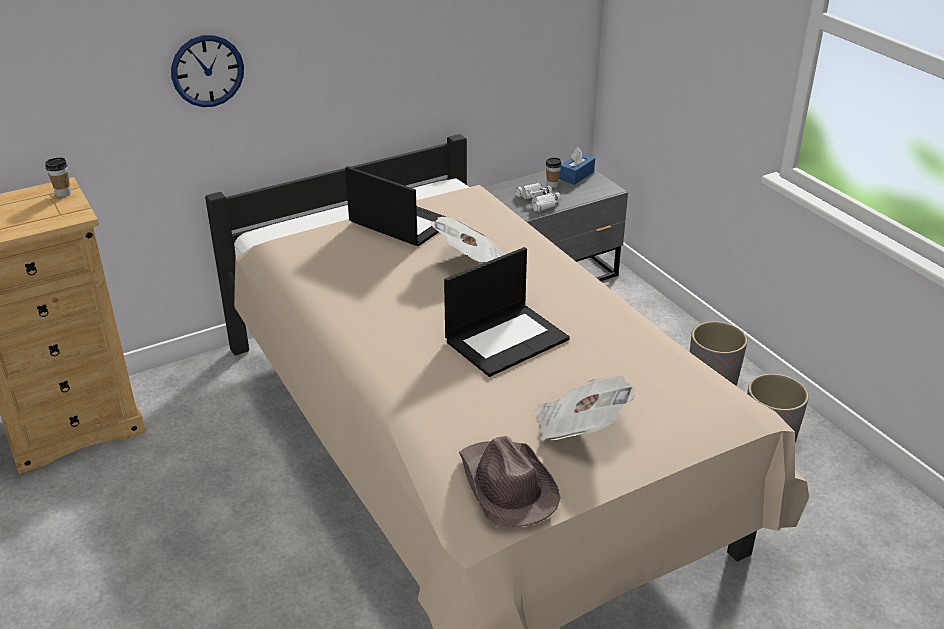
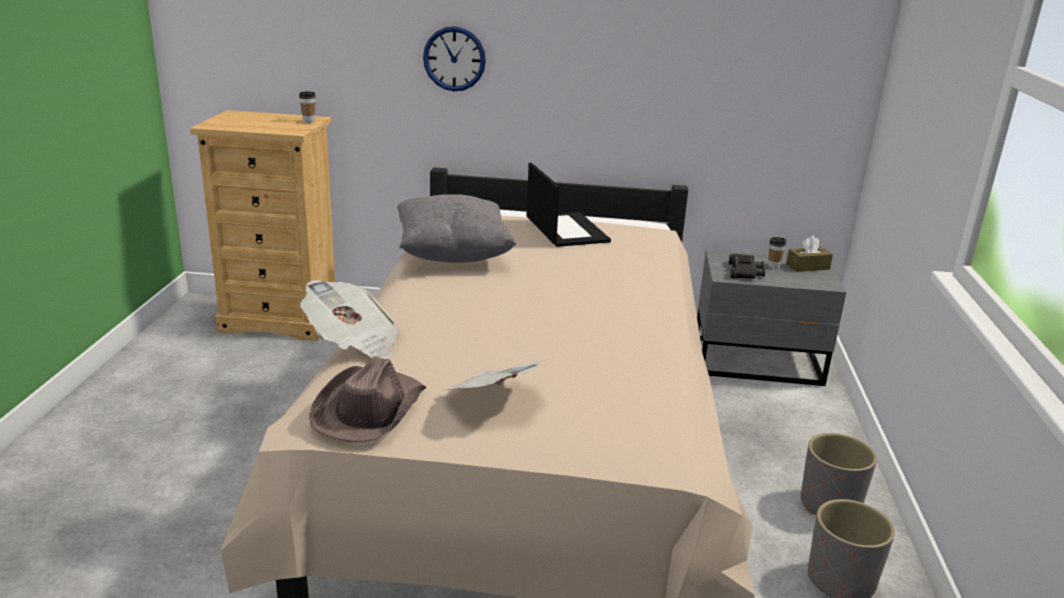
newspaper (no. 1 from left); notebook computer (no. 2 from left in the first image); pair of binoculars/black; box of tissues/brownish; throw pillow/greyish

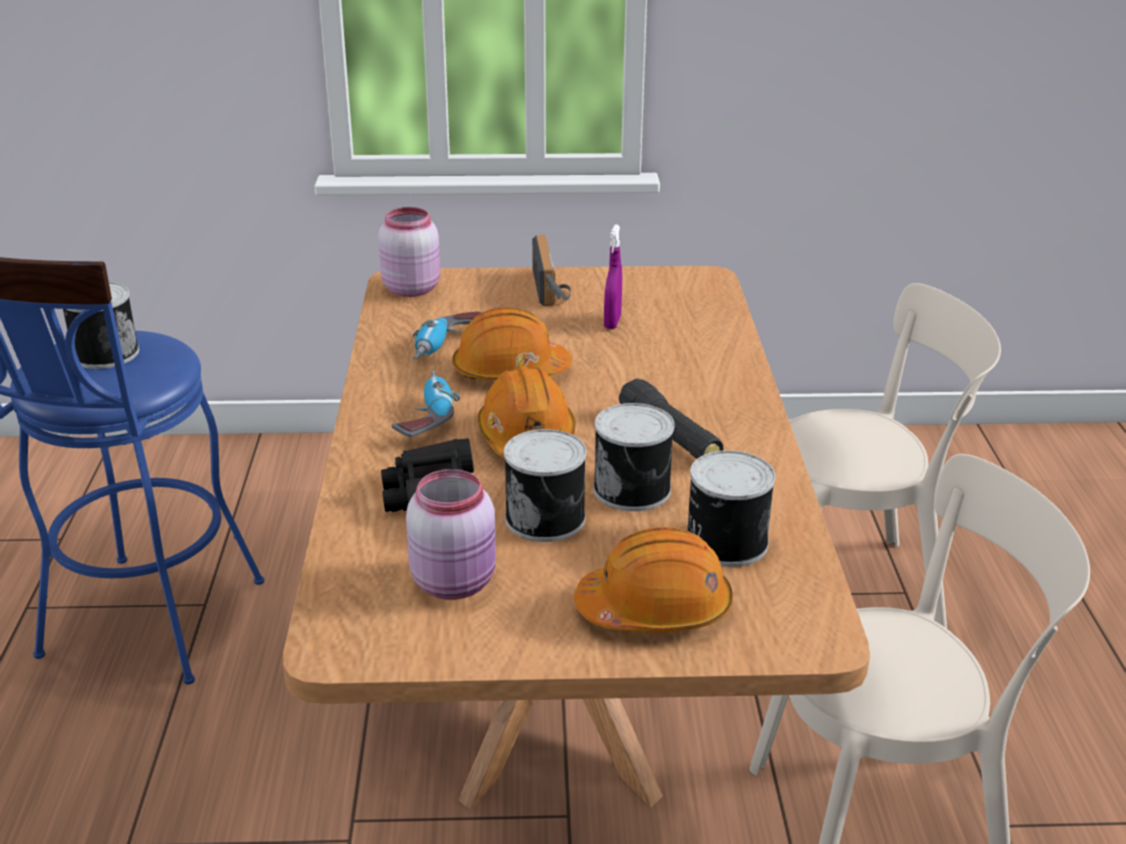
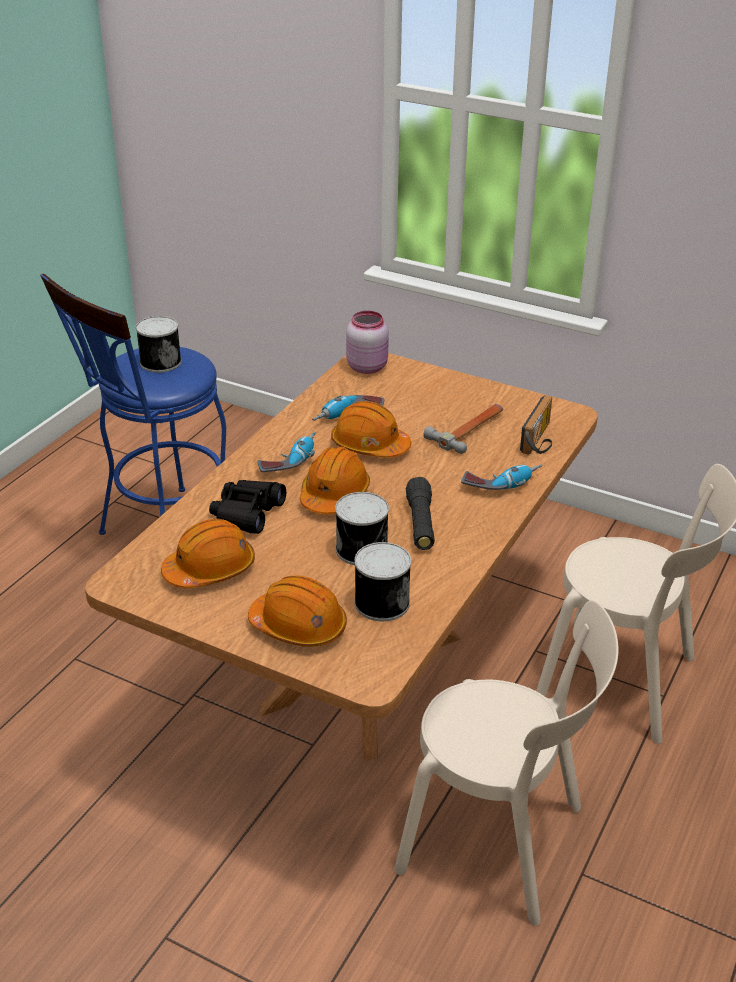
safety helmet/orange-coloured (no. 1 from left); can (no. 2 from left in the first image); radio receiver; tool hammer; electric drill (no. 3 from left)

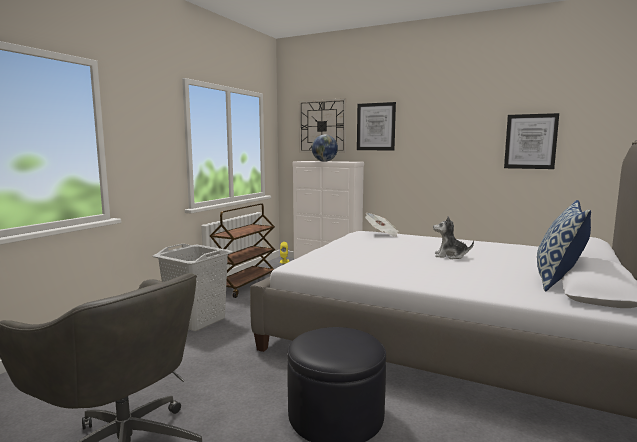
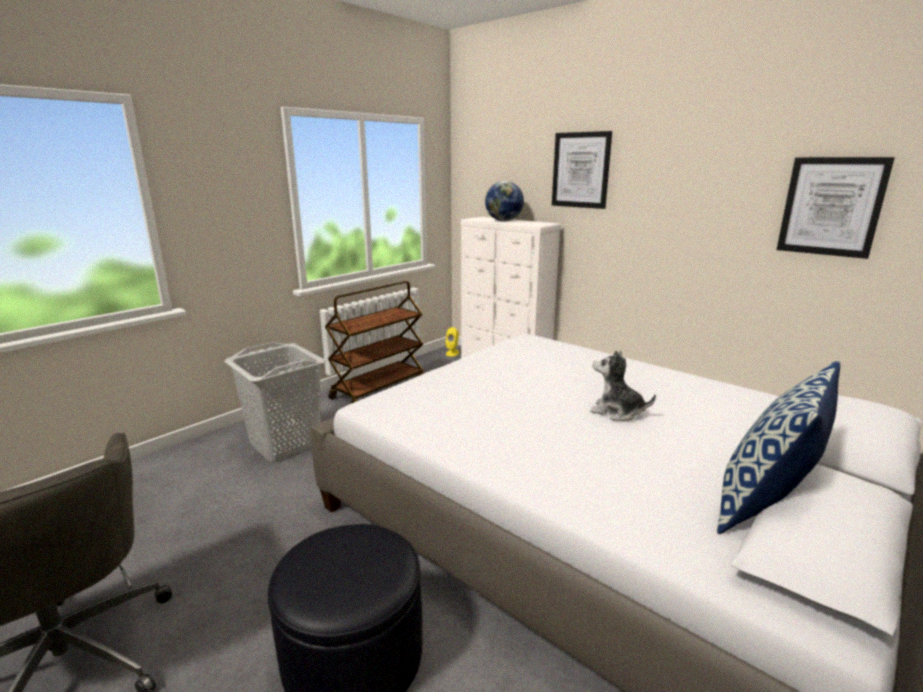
clock on the wall; newspaper

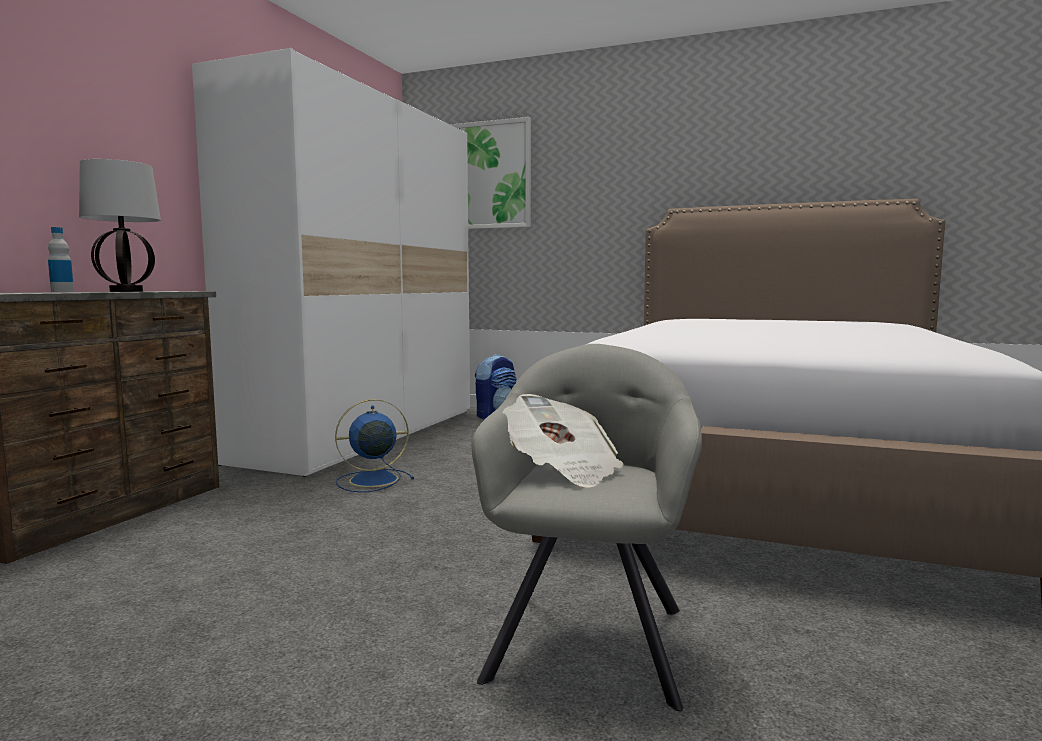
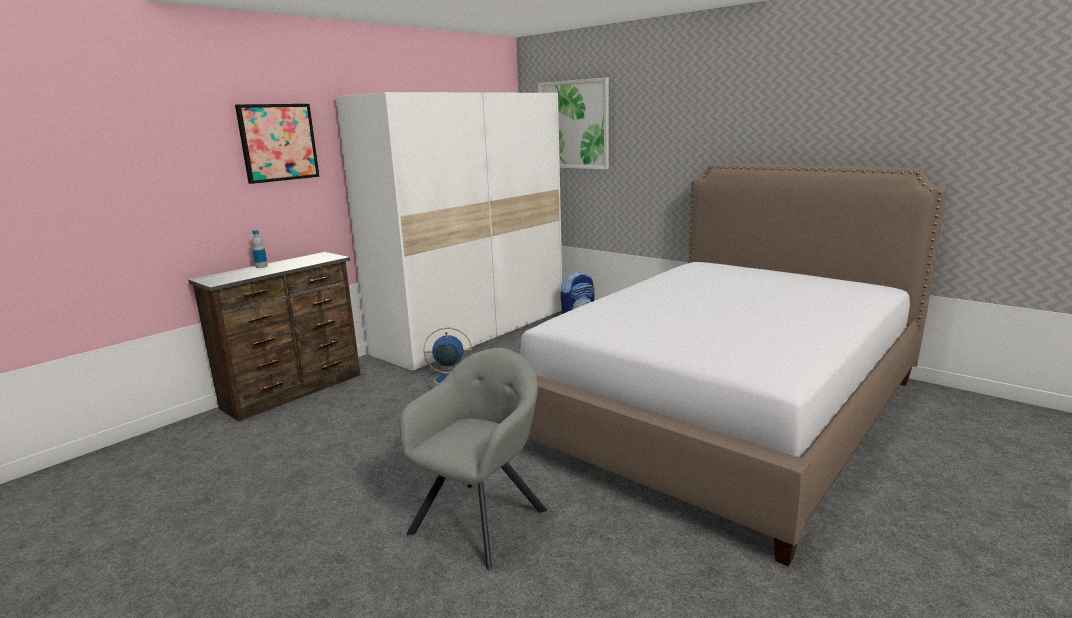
table lamp; newspaper; picture (no. 1 from left)

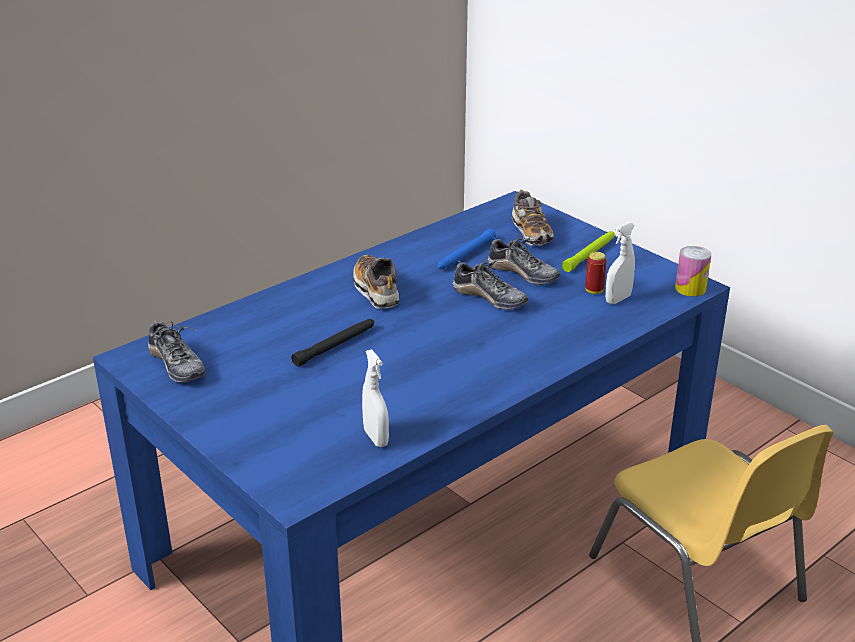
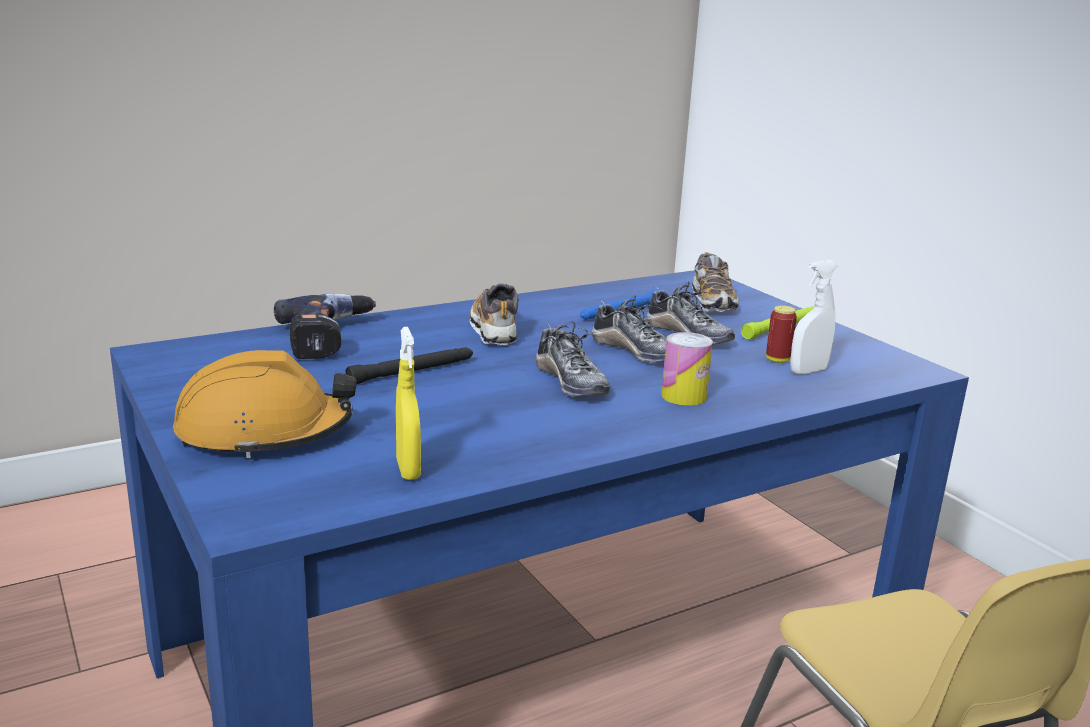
low shoe (no. 2 from left); hand sprayer/yellow-coloured; can (no. 1 from left); safety helmet/orange-coloured; electric drill

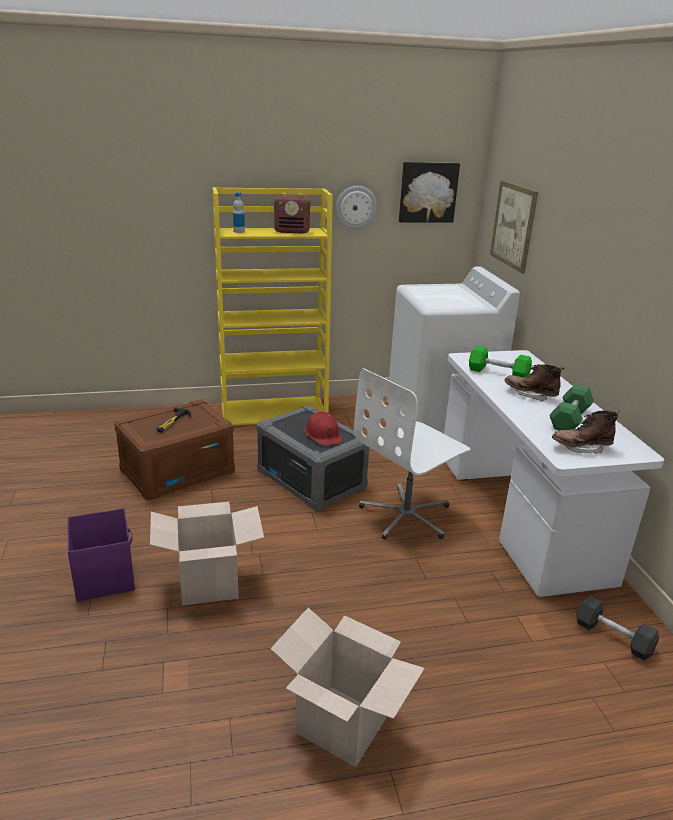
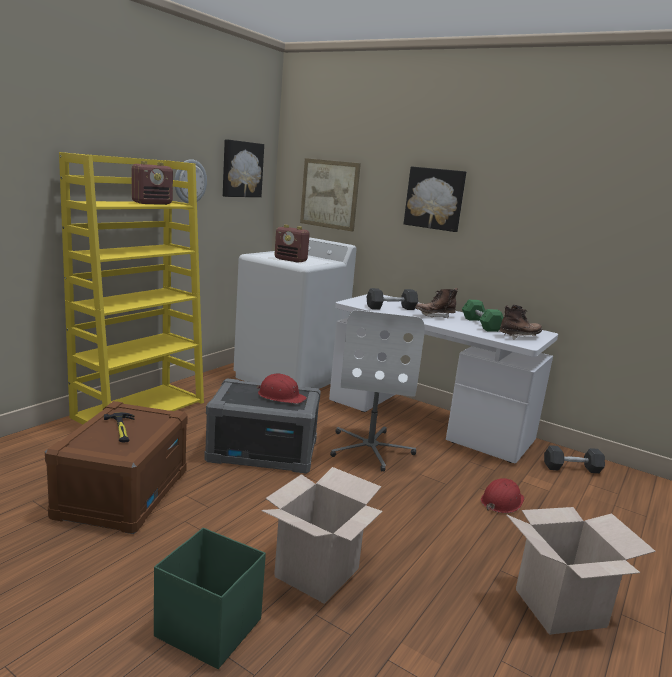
storage box/green-coloured; bottle; dumbbell/greyish (no. 1 from left); tall boot/brownish (no. 2 from left); radio receiver (no. 2 from left); picture (no. 3 from left); safety helmet/red-coloured (no. 2 from left)

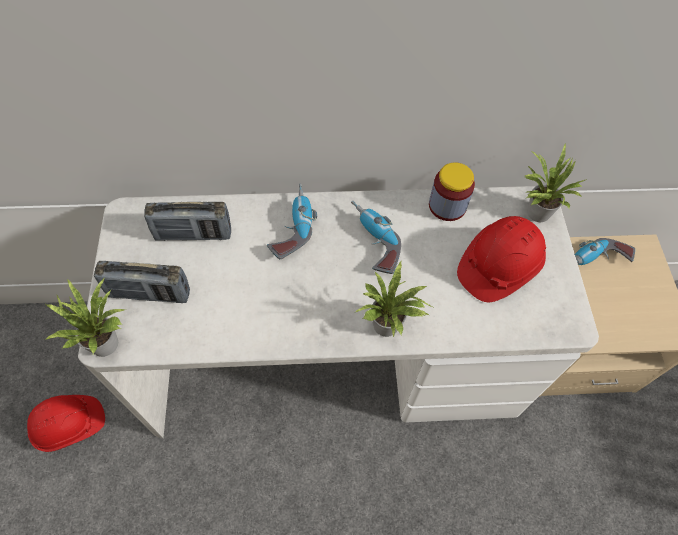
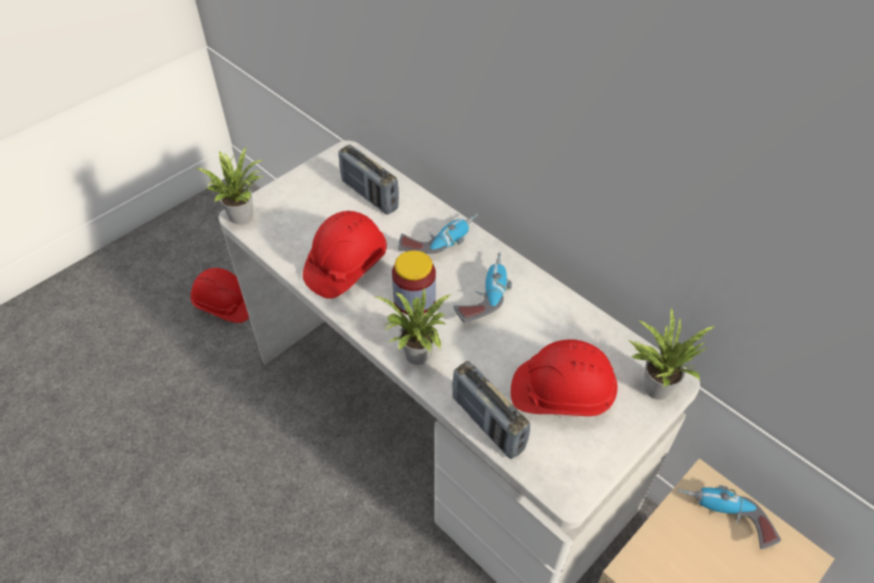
radio receiver (no. 2 from left); storage jar; safety helmet/red-coloured (no. 2 from left)

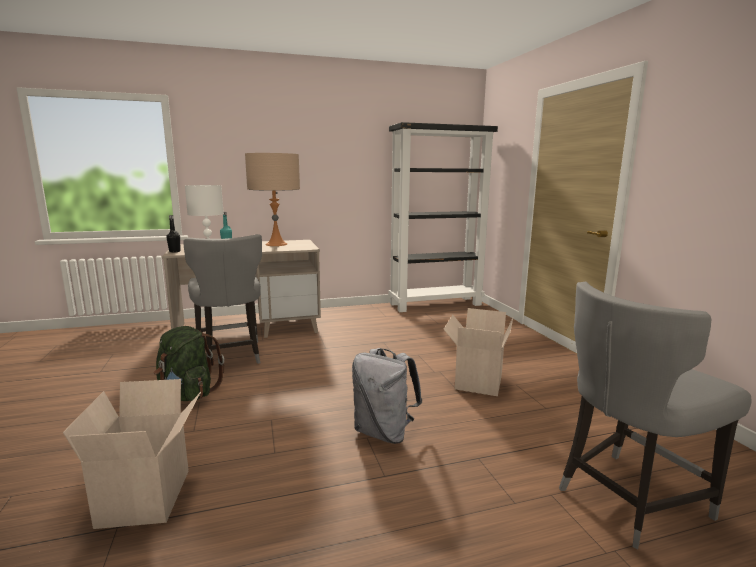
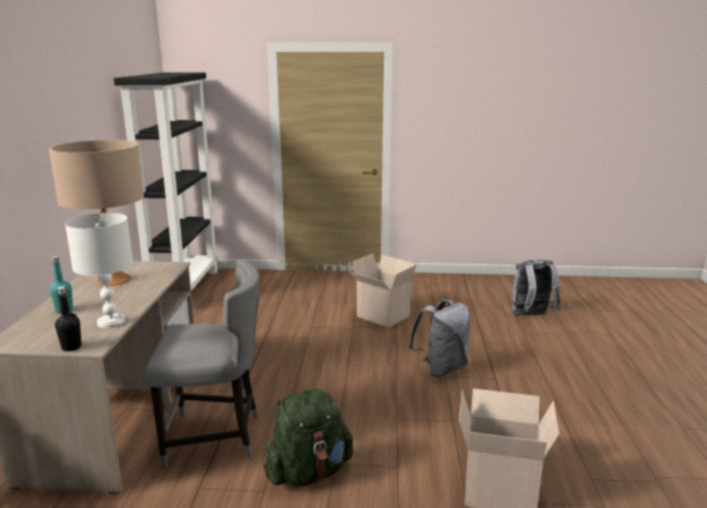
rucksack/greyish (no. 2 from left)

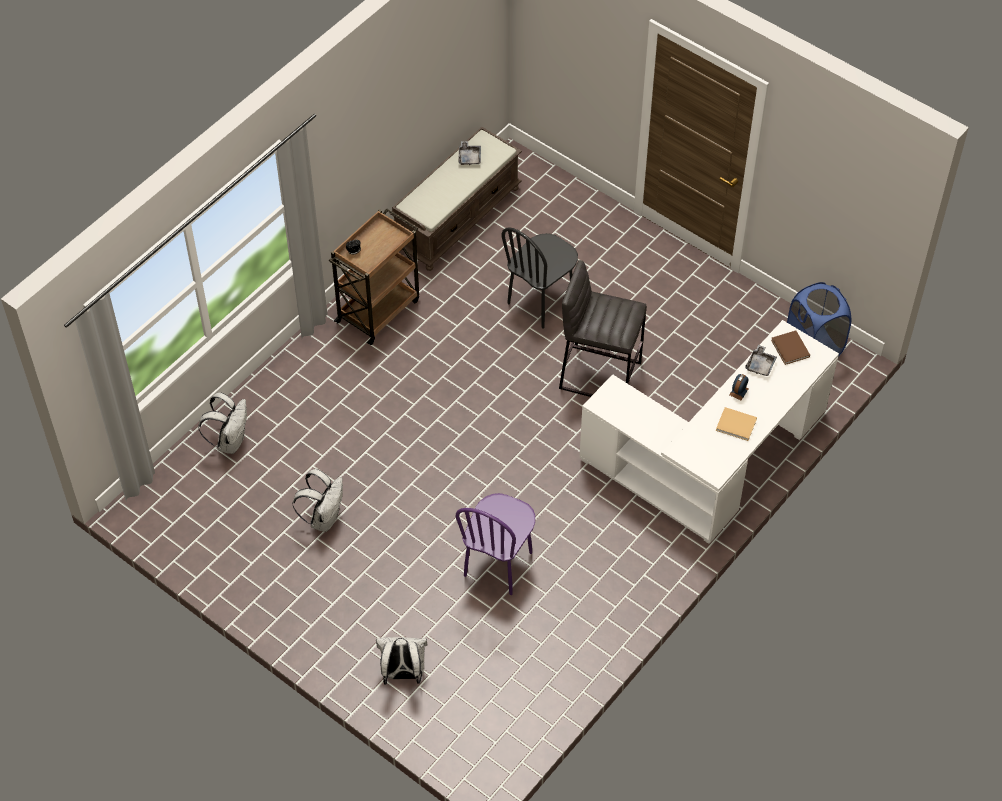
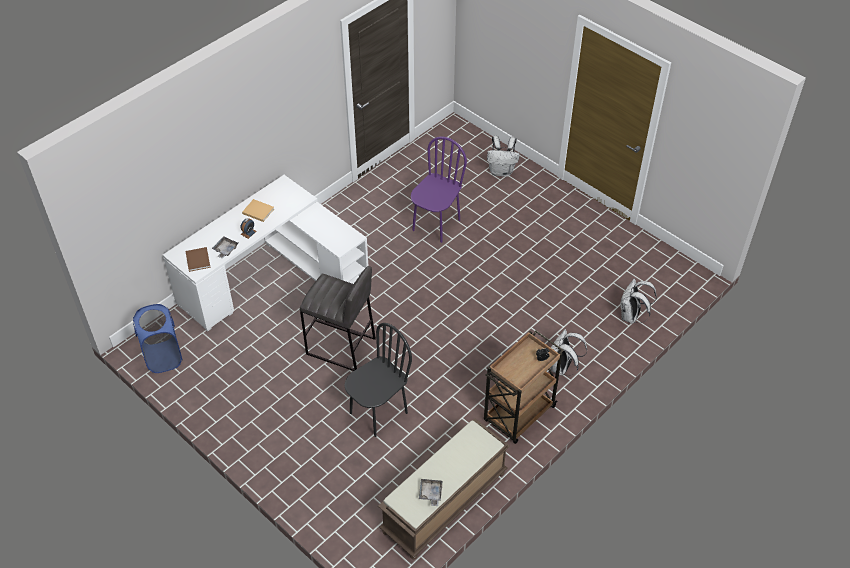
rucksack/white-coloured (no. 2 from left)

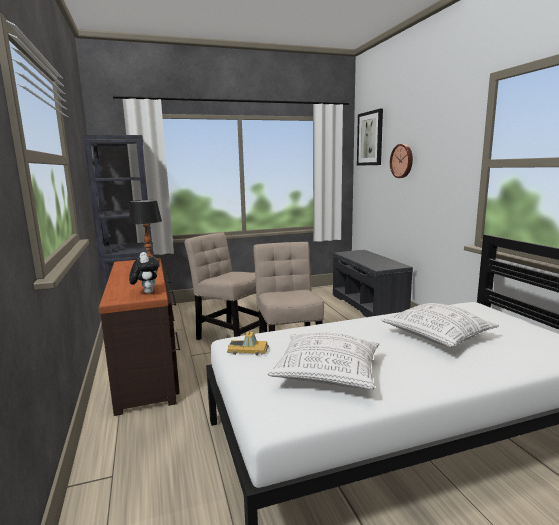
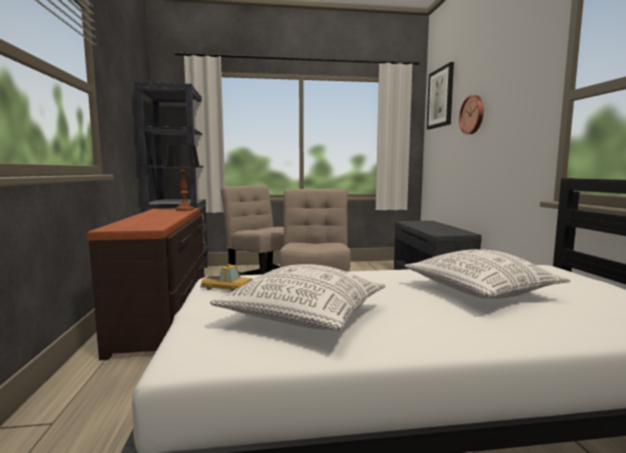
soft toy

